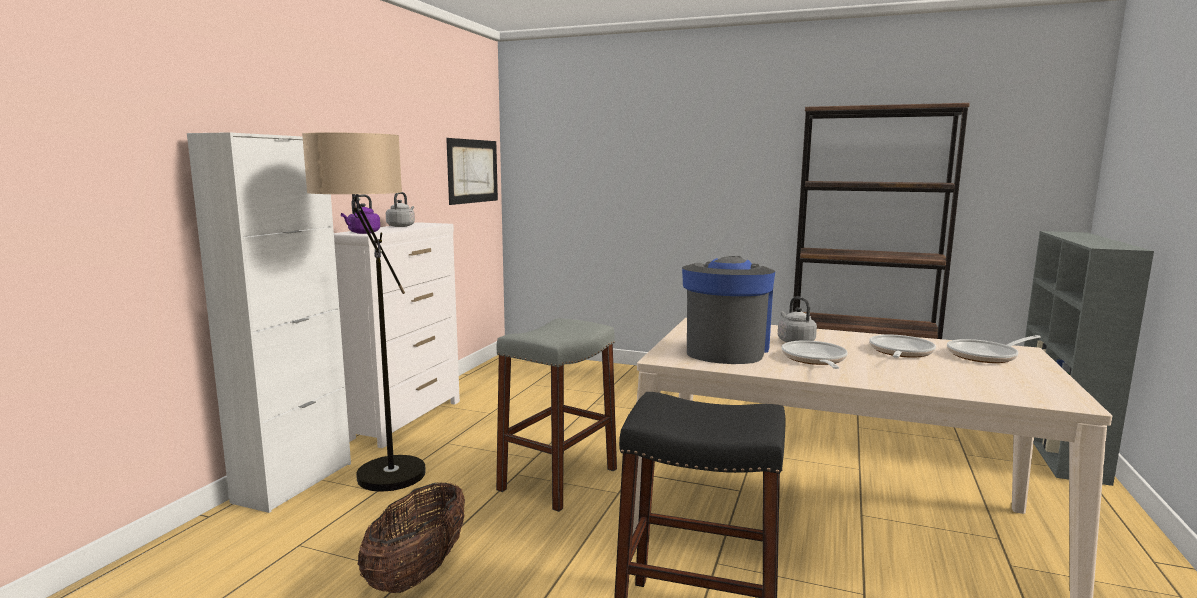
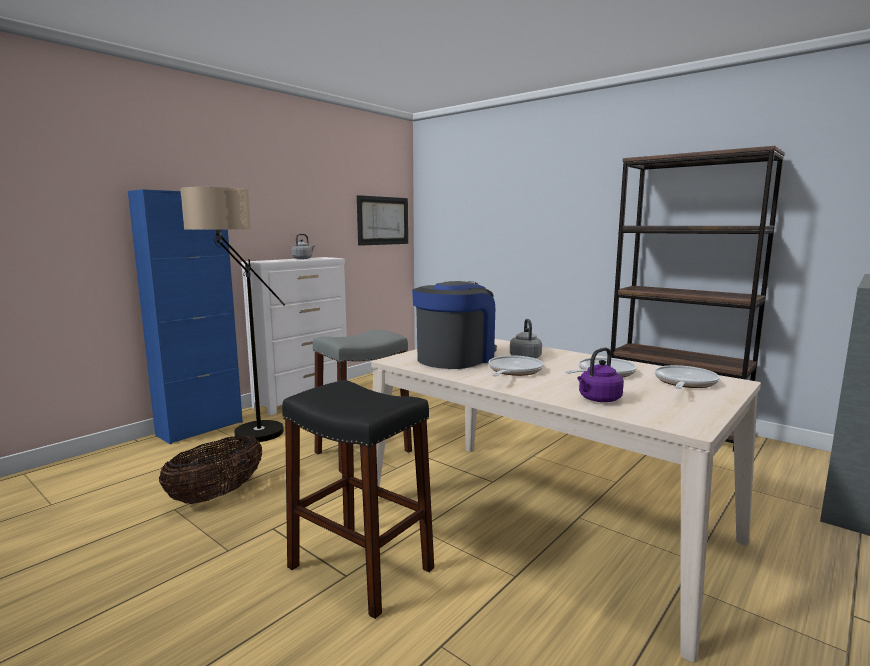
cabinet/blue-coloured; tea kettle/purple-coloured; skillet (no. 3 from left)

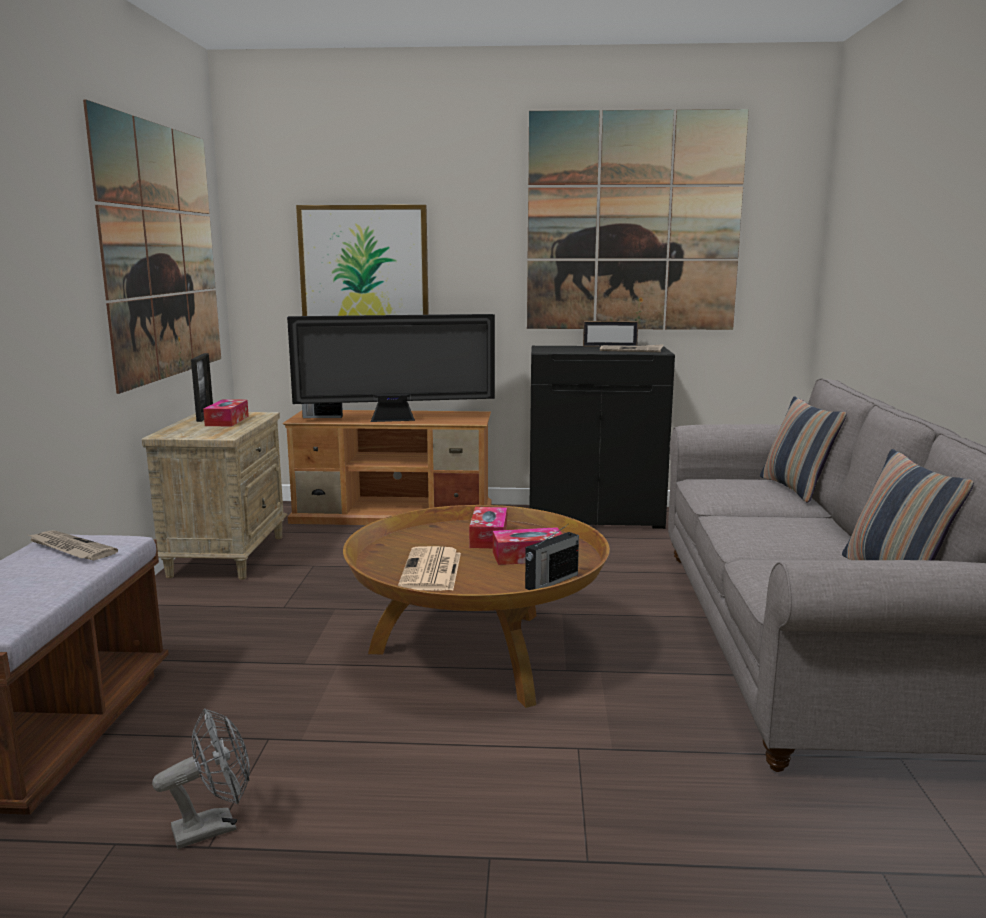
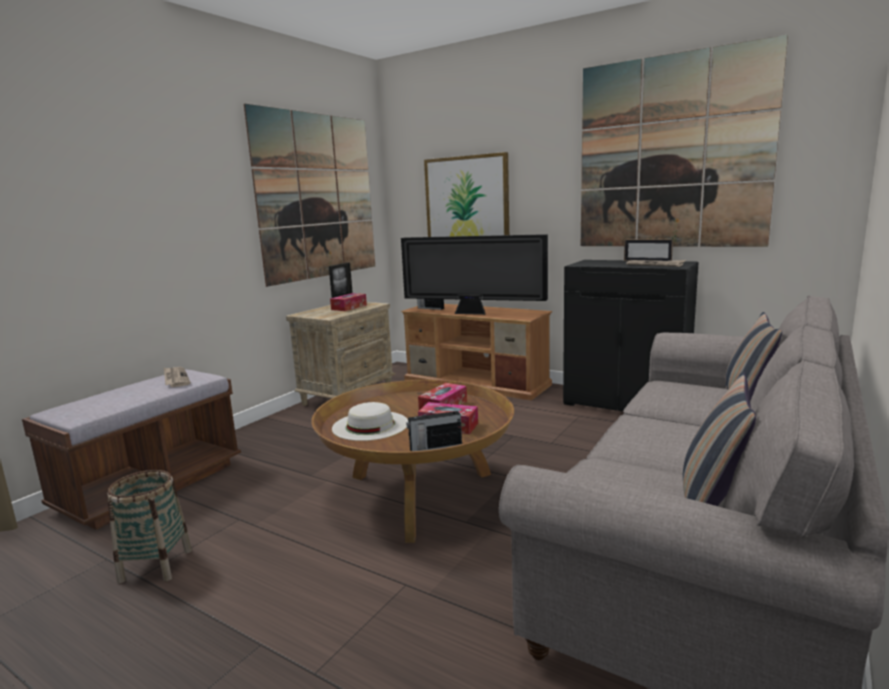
storage basket; clothing hat/white-coloured

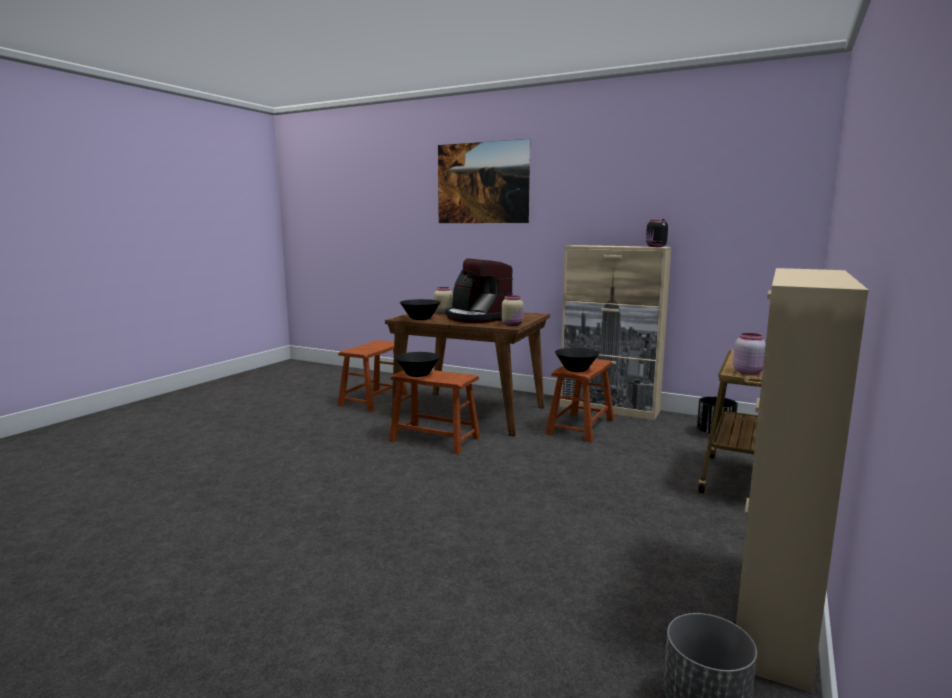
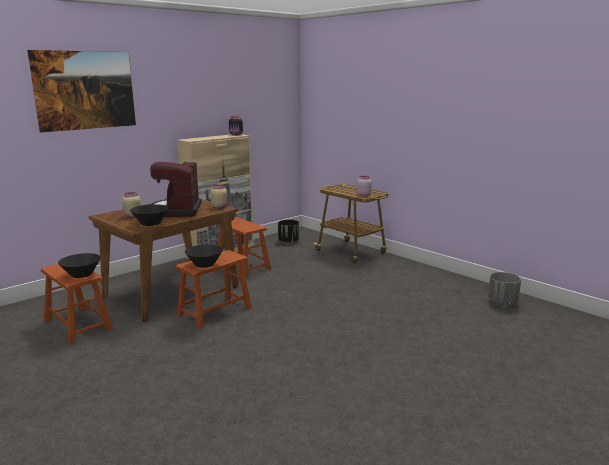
coffee brewer; deep dish/black (no. 1 from left); cabinet/beige (no. 2 from left in the first image)

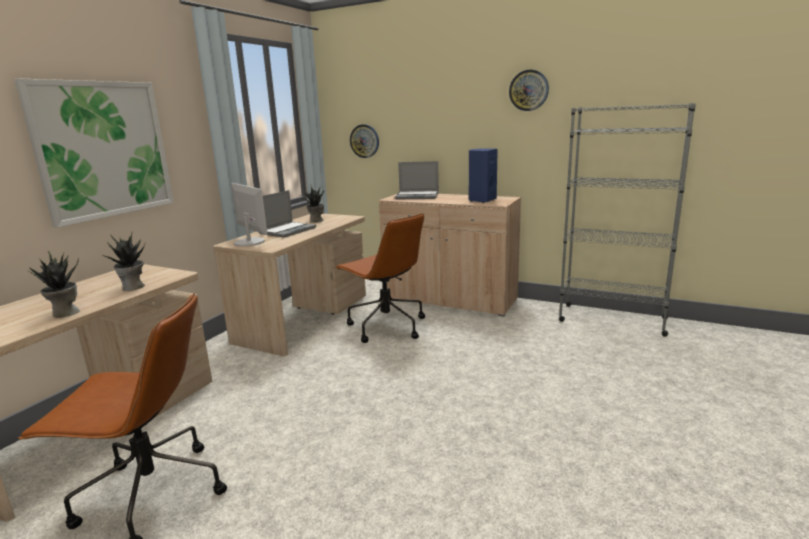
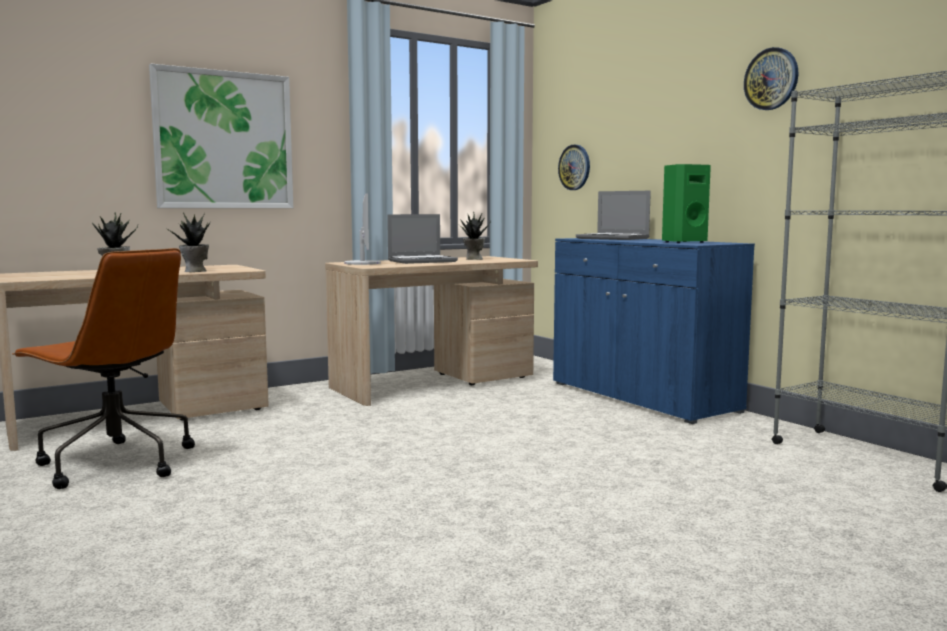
computer chair/brownish (no. 2 from left in the first image); cabinet/blue-coloured; speaker/green-coloured

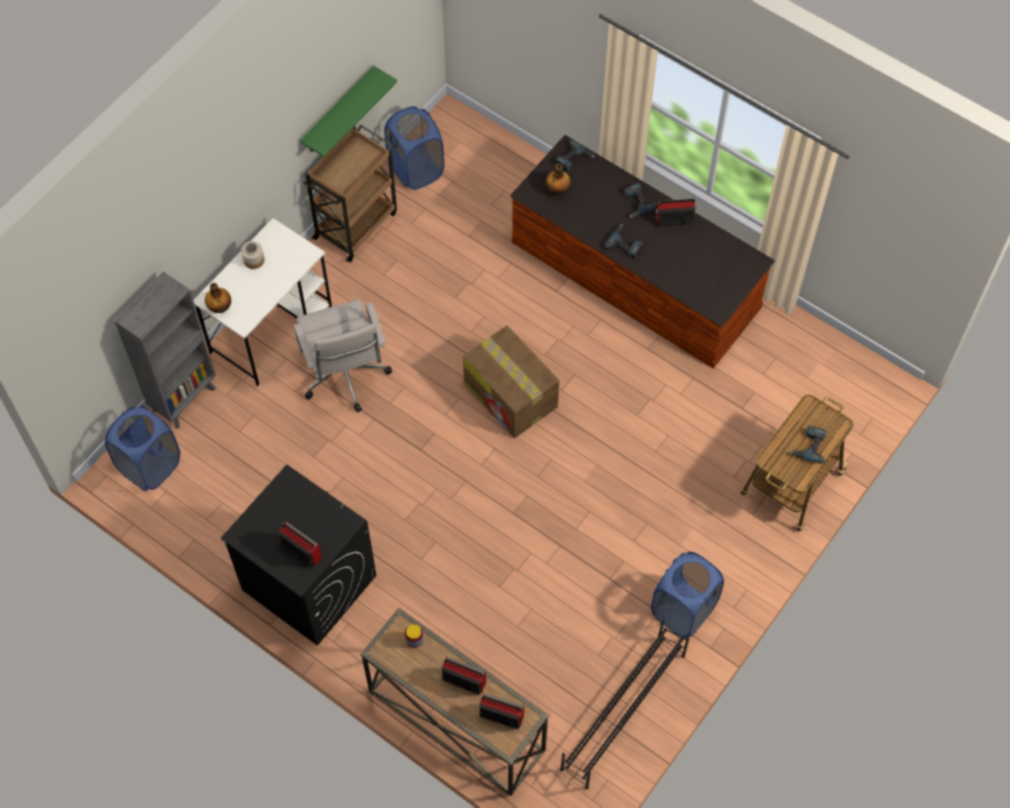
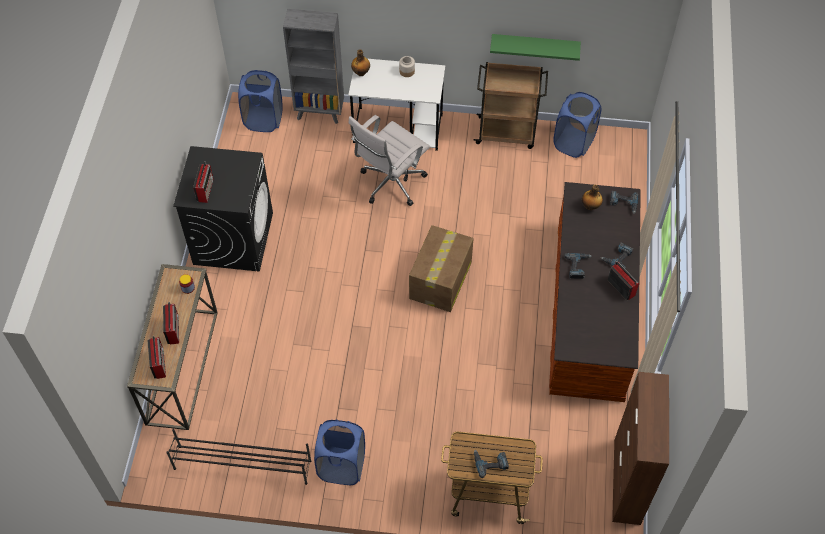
cabinet/brownish

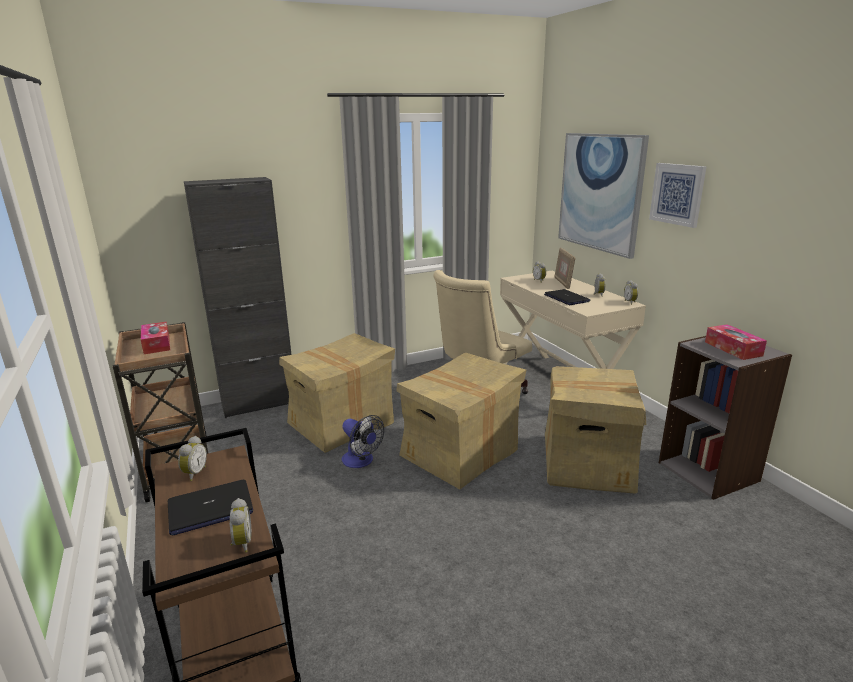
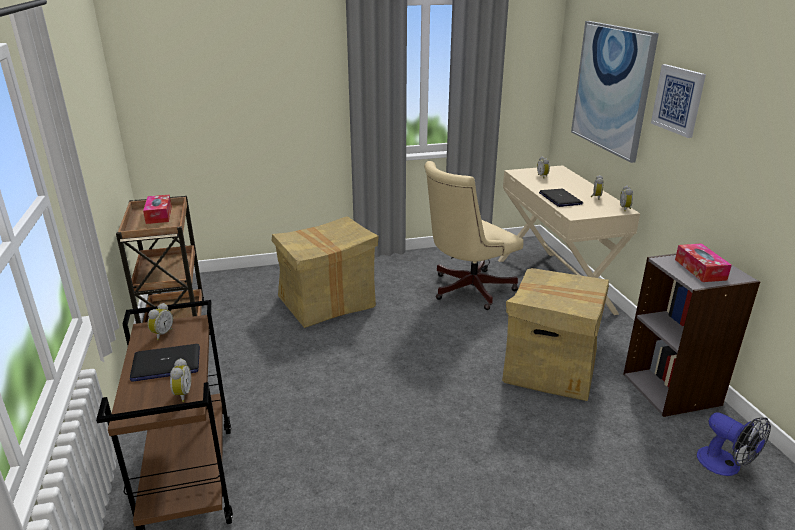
cabinet/black; fan; cardboard box (no. 2 from left in the first image); standing frame

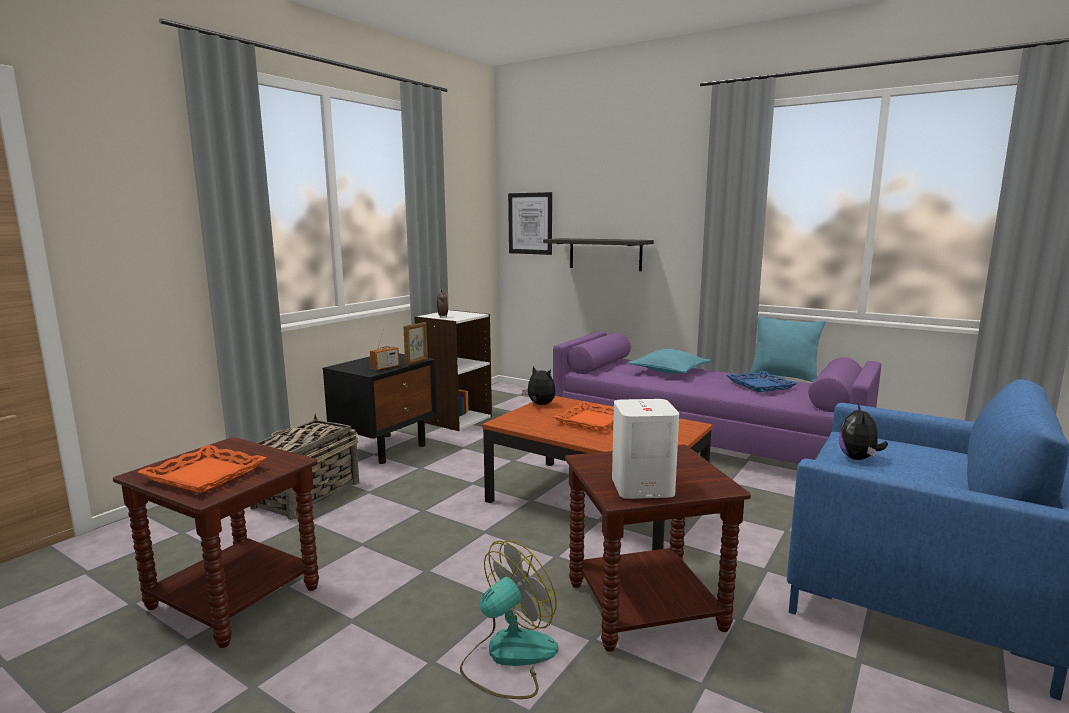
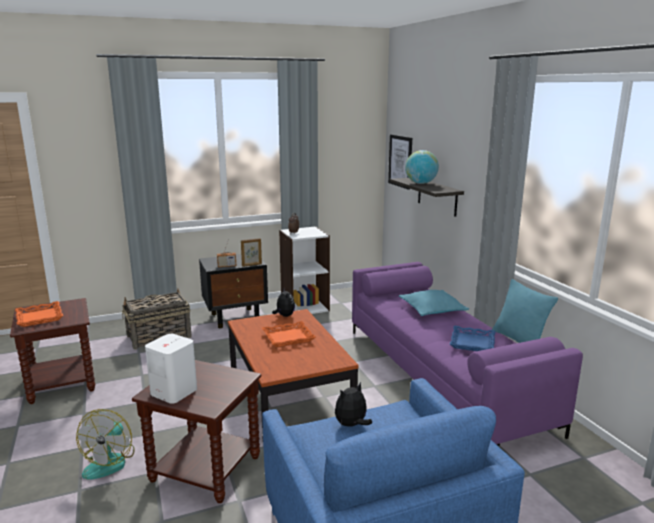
fan; world globe

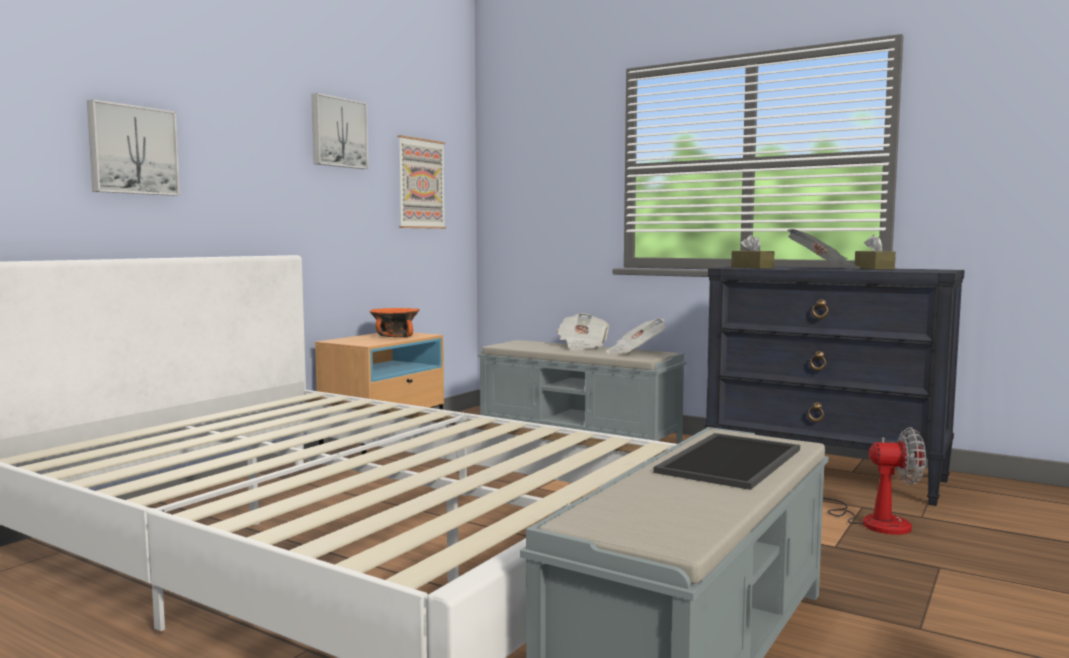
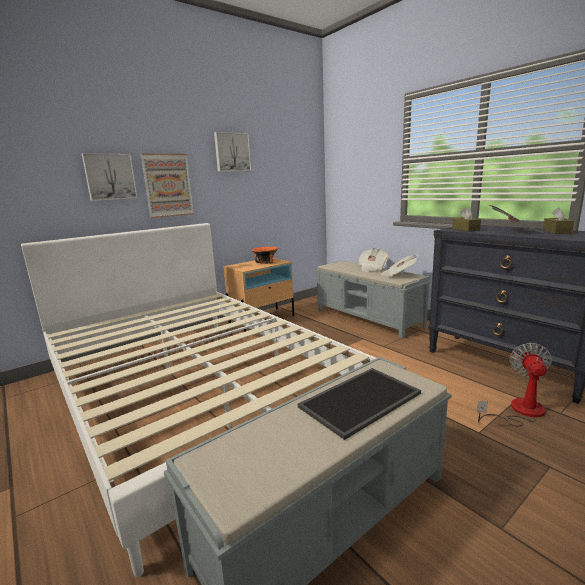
picture (no. 2 from left); fan

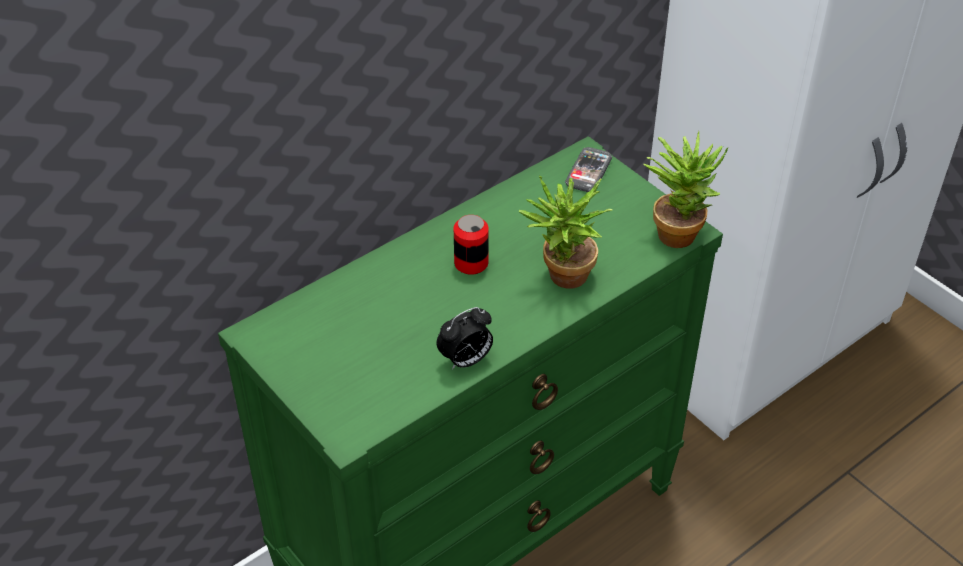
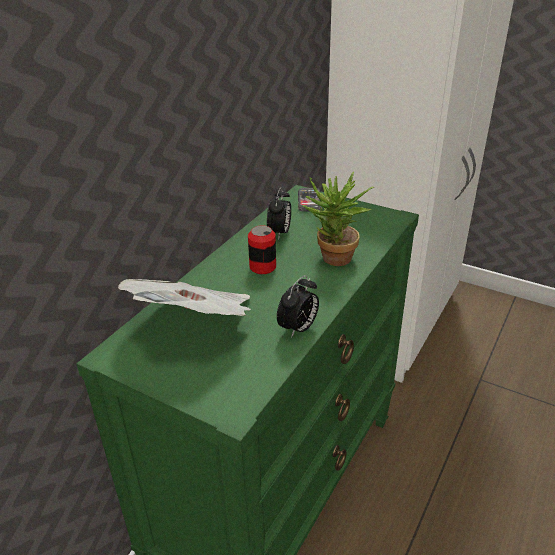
potted plant (no. 2 from left in the first image); newspaper; table clock (no. 1 from left)

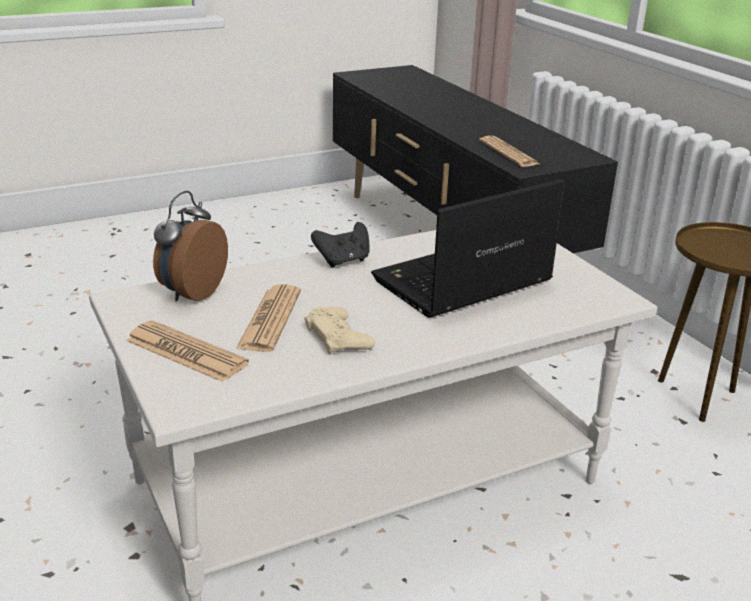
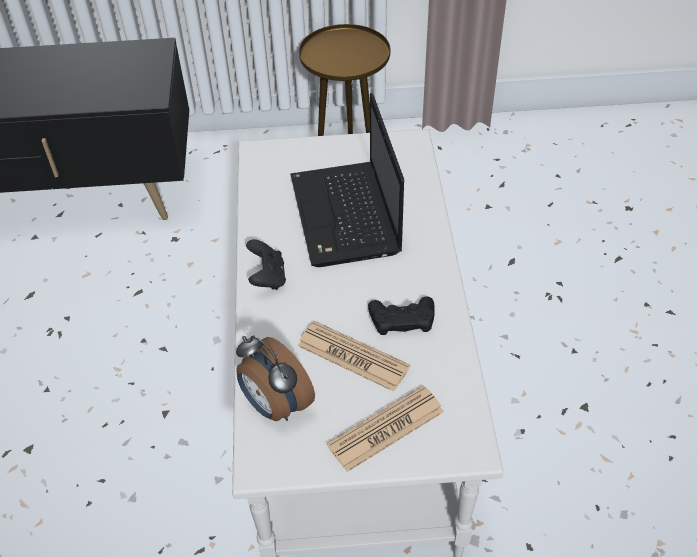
game controller/black (no. 2 from left); newspaper (no. 3 from left in the first image)

